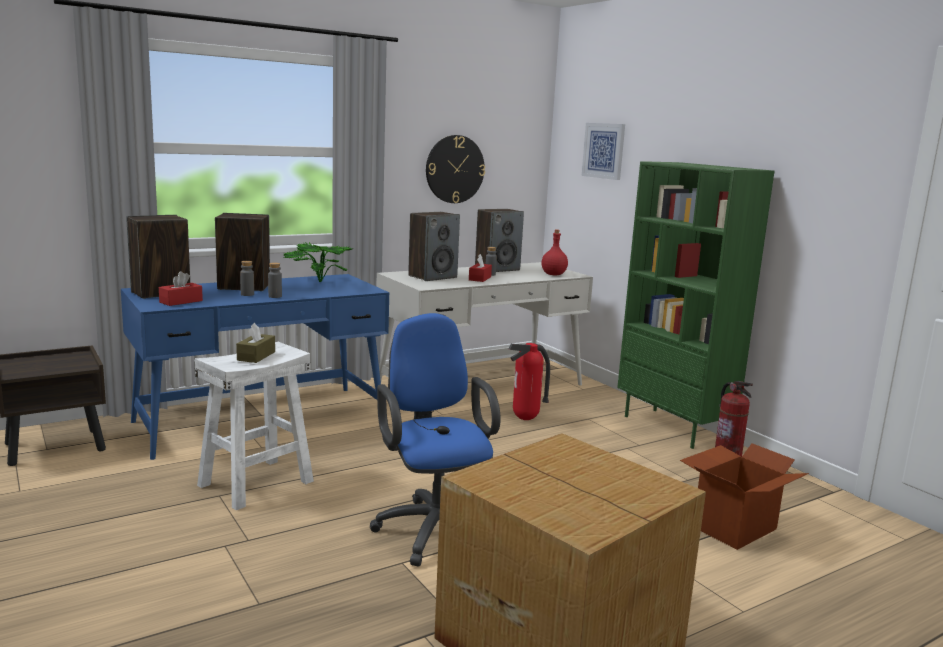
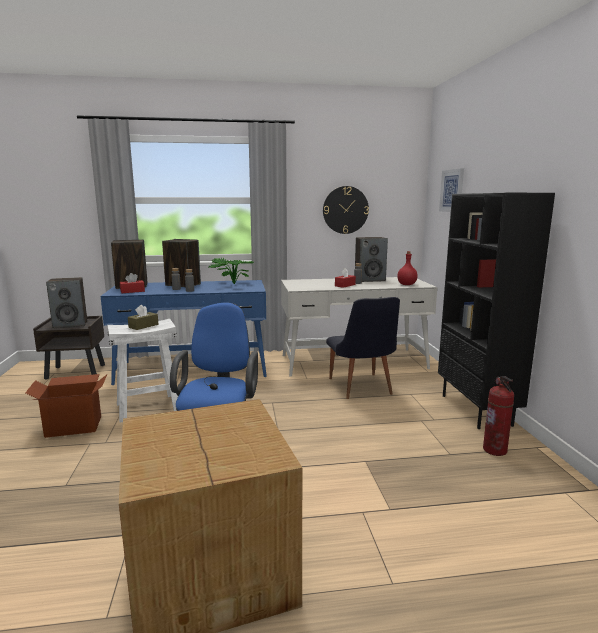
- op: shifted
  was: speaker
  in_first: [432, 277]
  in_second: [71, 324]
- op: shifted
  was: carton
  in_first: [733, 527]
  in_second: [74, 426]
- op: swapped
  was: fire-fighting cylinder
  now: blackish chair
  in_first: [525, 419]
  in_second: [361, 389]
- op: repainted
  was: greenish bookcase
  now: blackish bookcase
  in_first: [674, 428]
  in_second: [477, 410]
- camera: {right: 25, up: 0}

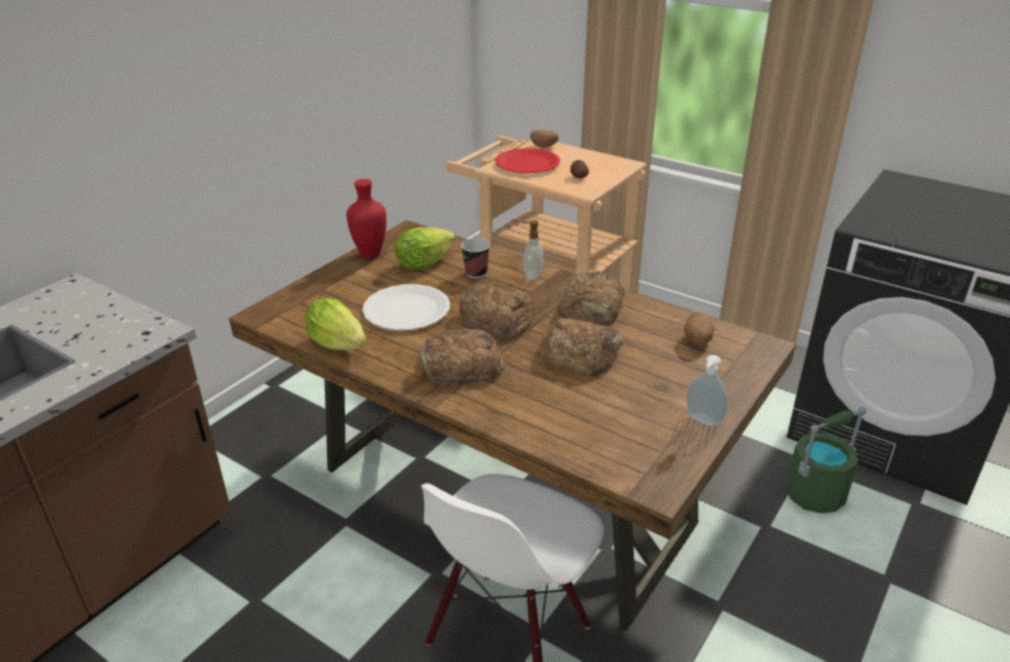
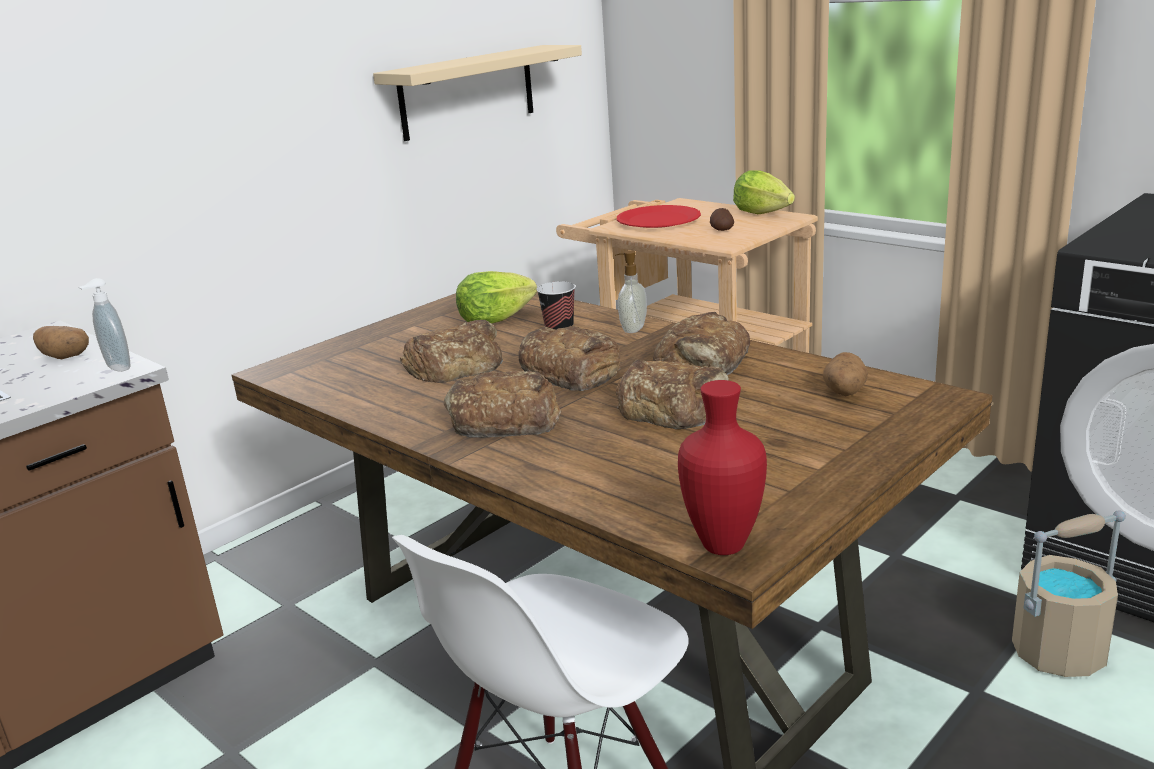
- op: new
  now: beige-coloured shelf
  in_second: [467, 92]
- op: shifted
  was: lettuce head
  in_first: [338, 344]
  in_second: [762, 213]
- op: shifted
  was: red decorative vase
  in_first: [371, 255]
  in_second: [726, 546]
- op: shifted
  was: spud
  in_first: [544, 146]
  in_second: [67, 357]
- op: shifted
  was: soap dispenser
  in_first: [702, 421]
  in_second: [116, 368]
- op: swapped
  was: white flat dish
  now: bakery bread
  in_first: [406, 310]
  in_second: [455, 364]
- op: repainted
  was: greenish water bucket
  now: beige-coloured water bucket
  in_first: [814, 495]
  in_second: [1058, 653]
- camera: {right: 10, up: -10}

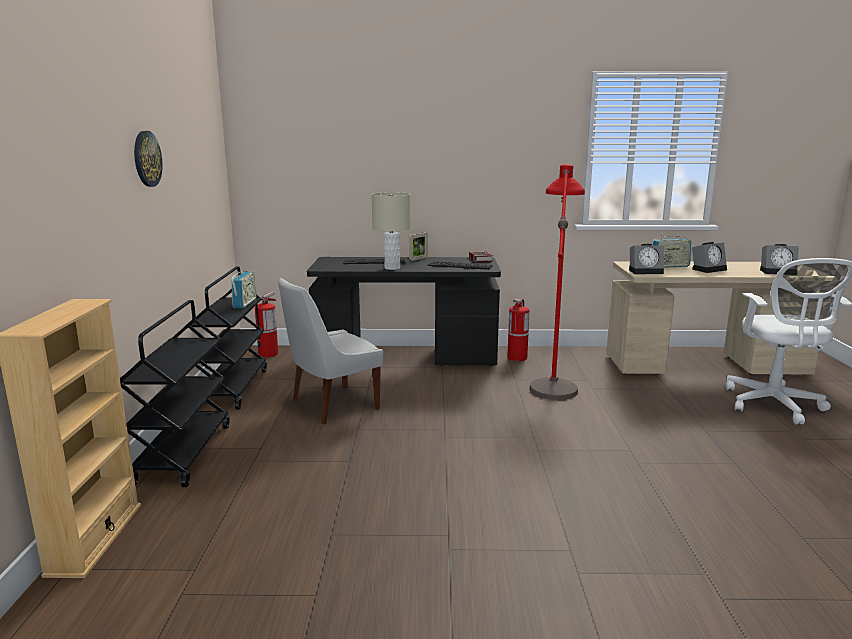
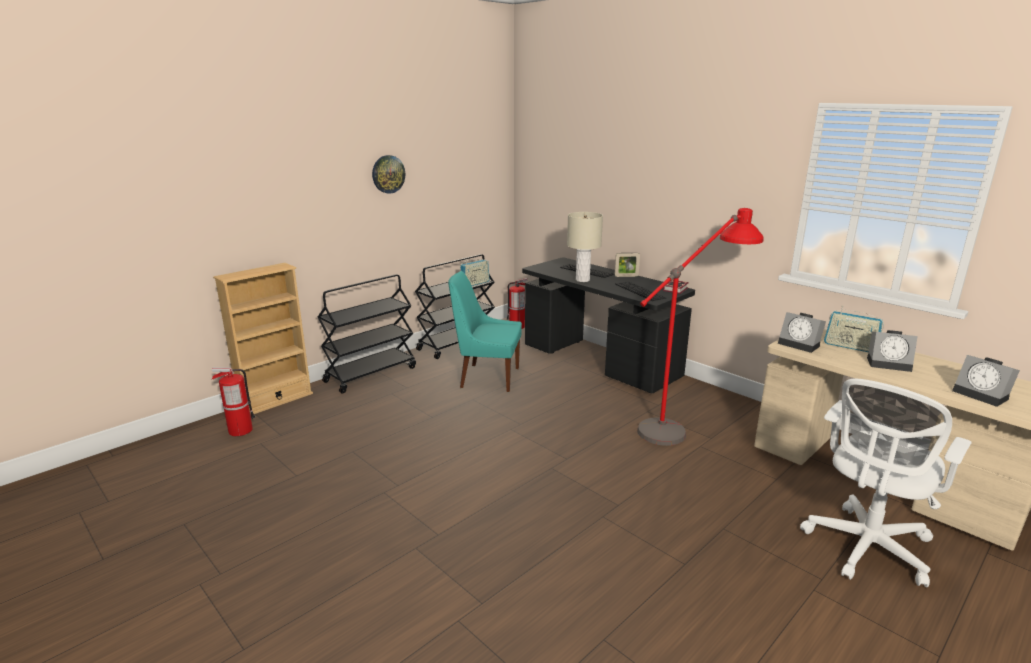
- op: shifted
  was: fire-fighting cylinder
  in_first: [517, 358]
  in_second: [240, 430]
- op: repainted
  was: white chair
  now: blue-green chair
  in_first: [331, 405]
  in_second: [487, 377]
- camera: {right: 45, up: 5}

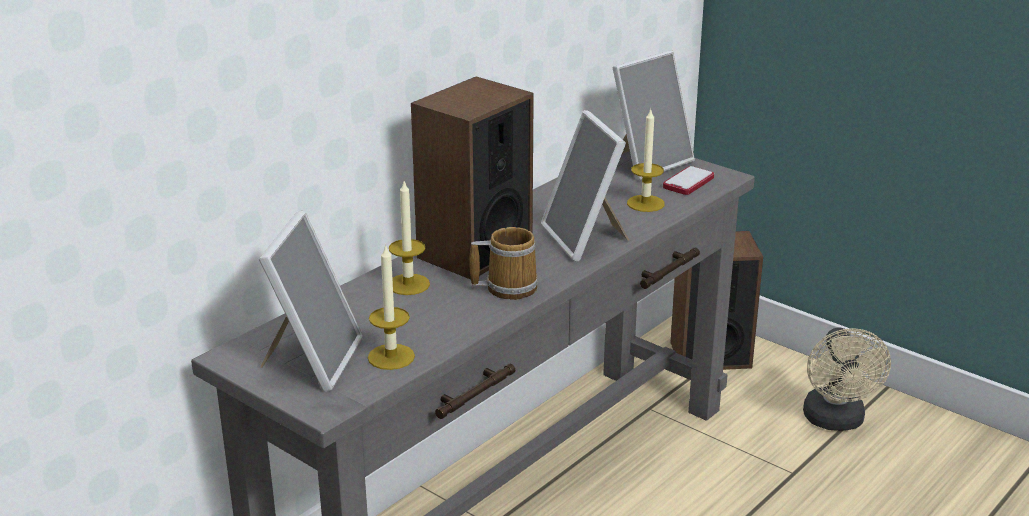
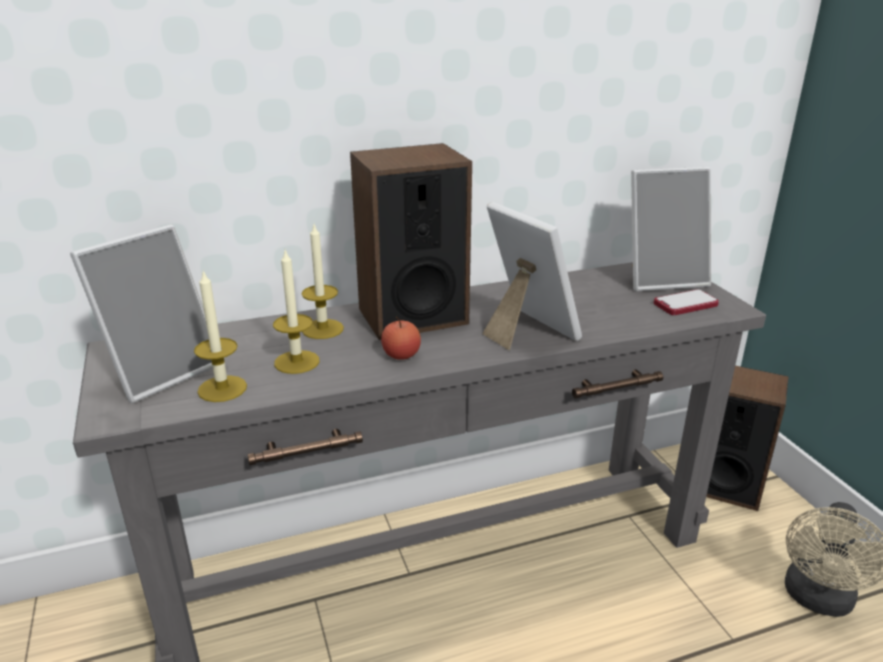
- op: shifted
  was: wax candle
  in_first: [645, 203]
  in_second: [297, 362]
- op: swapped
  was: tea mug
  now: whole apple
  in_first: [508, 287]
  in_second: [401, 355]
- op: rotated
  was: photo frame
  in_first: [586, 239]
  in_second: [525, 331]
  clockwise: 135
- camera: {right: 30, up: 0}

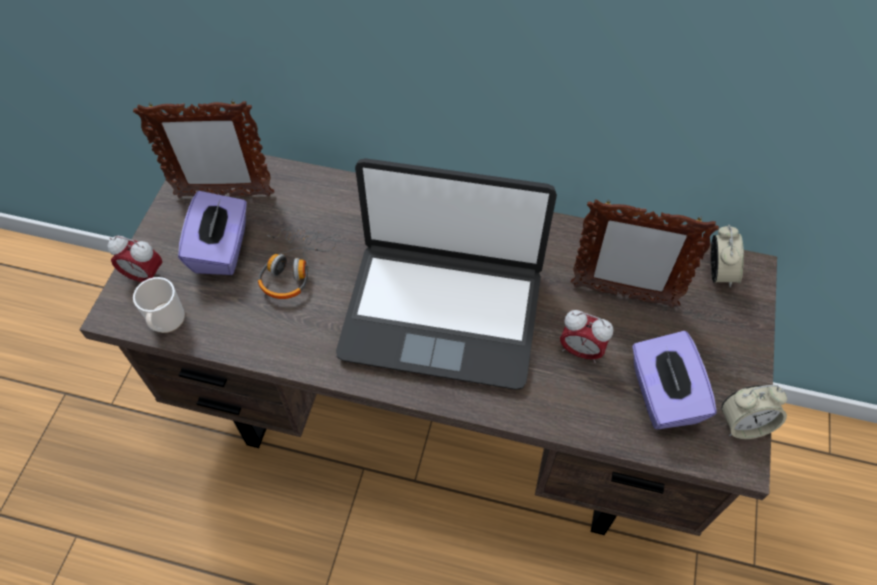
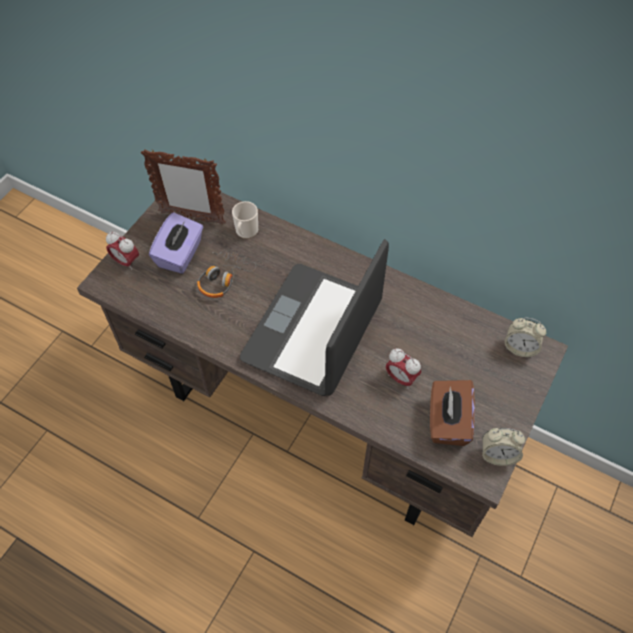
- op: gone
  was: photo frame
  in_first: [622, 295]
- op: shifted
  was: tea mug
  in_first: [166, 322]
  in_second: [246, 232]
- op: repainted
  was: purple-coloured tissue box
  now: brownish tissue box
  in_first: [662, 395]
  in_second: [447, 421]
- op: rotated
  was: notebook computer
  in_first: [442, 312]
  in_second: [314, 330]
  clockwise: 90
- op: rotated
  was: table clock
  in_first: [719, 272]
  in_second: [520, 347]
  clockwise: 90
- camera: {right: 15, up: 0}

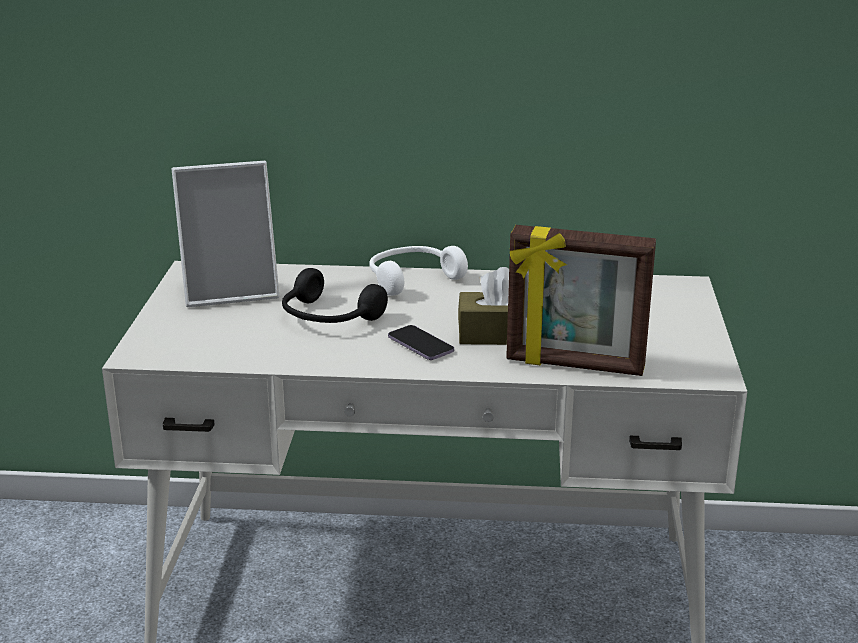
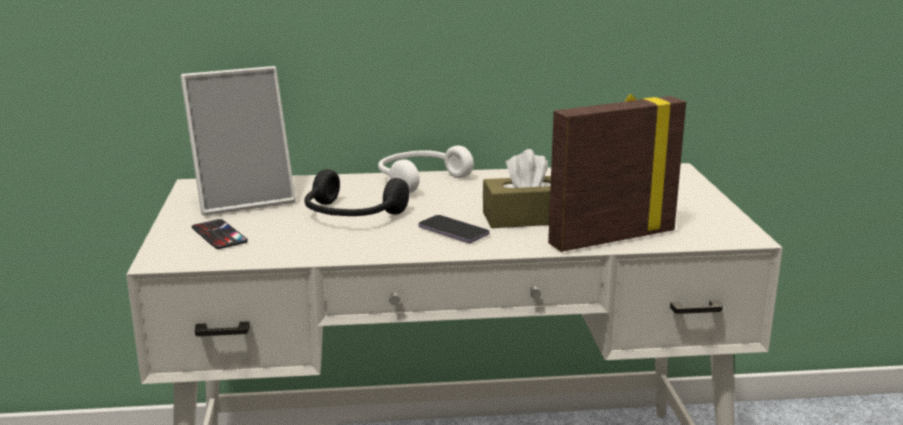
- op: new
  now: phone
  in_second: [219, 235]
- op: rotated
  was: photo frame
  in_first: [574, 365]
  in_second: [610, 238]
  clockwise: 150
- camera: {right: -10, up: -5}

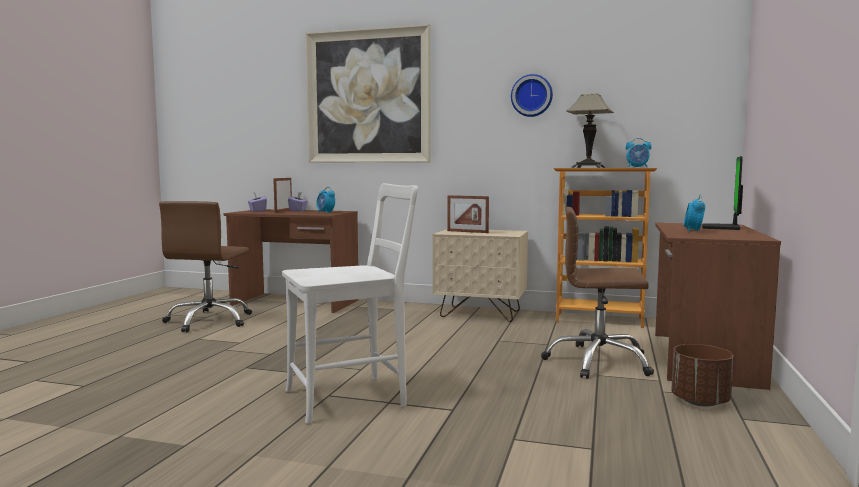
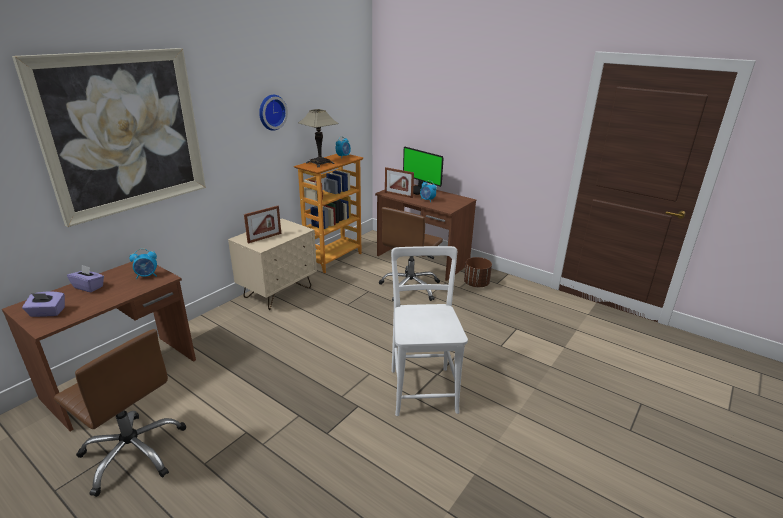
- op: shifted
  was: photo frame
  in_first: [283, 211]
  in_second: [398, 195]
- camera: {right: -70, up: 20}

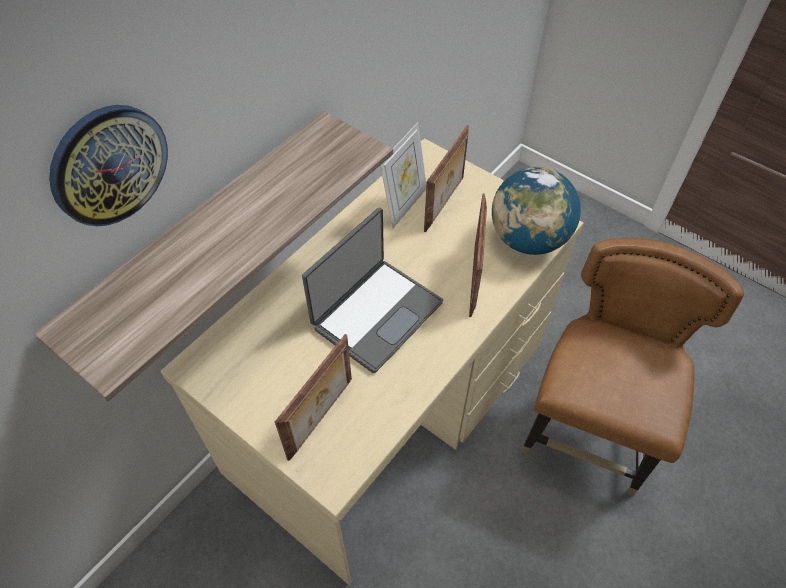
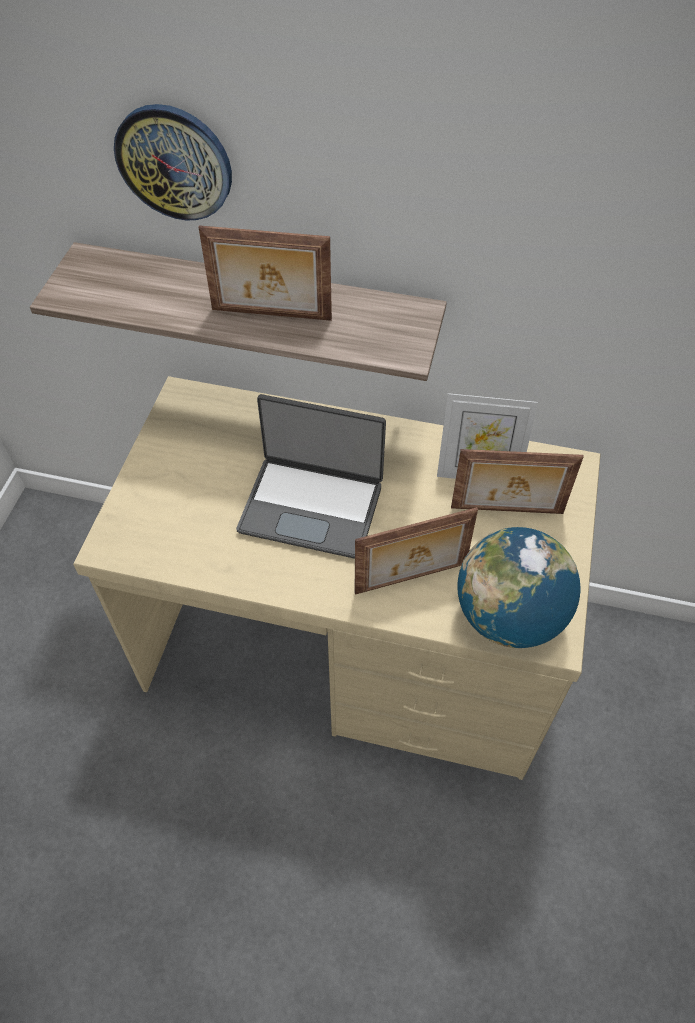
- op: gone
  was: brownish chair
  in_first: [588, 433]
- op: shifted
  was: photo frame
  in_first: [322, 418]
  in_second: [271, 315]
- camera: {right: 65, up: 0}

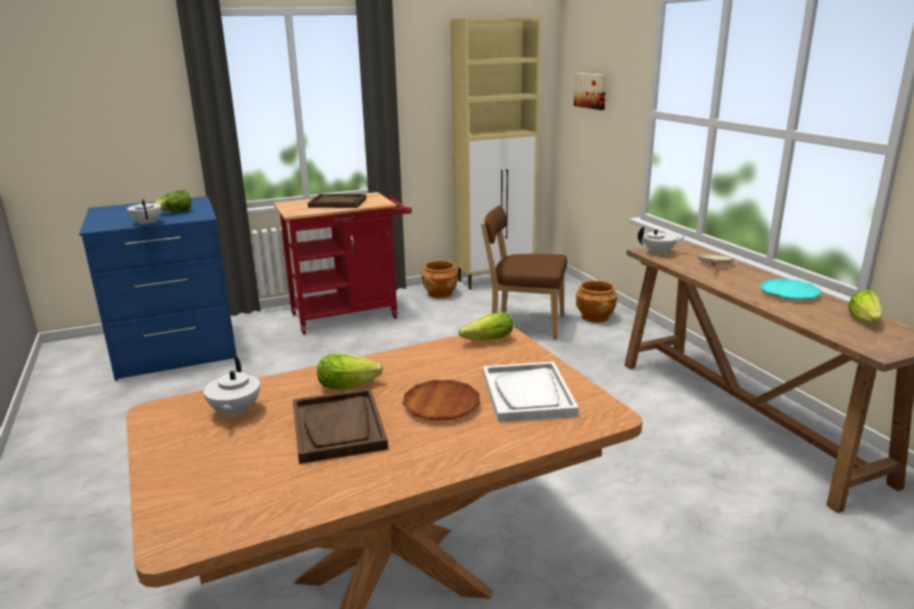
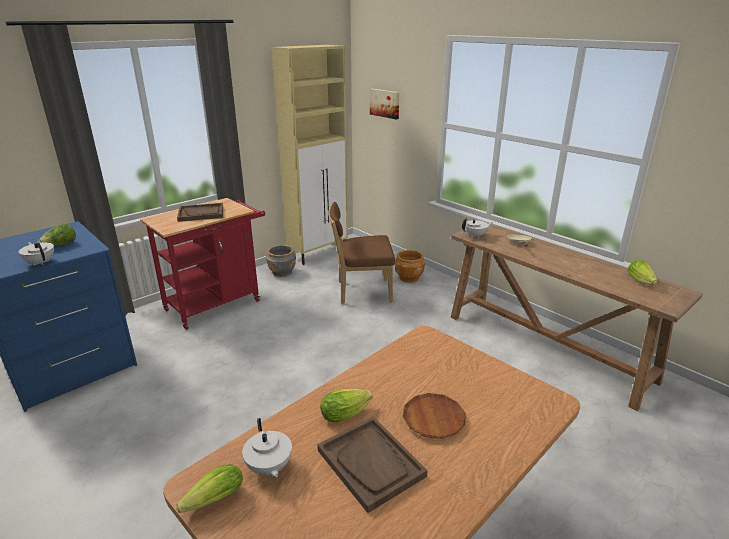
- op: gone
  was: white carrying tray
  in_first: [528, 394]
- op: gone
  was: blue-green flat dish
  in_first: [789, 293]
- op: shifted
  was: lettuce head
  in_first: [485, 341]
  in_second: [211, 501]
- op: repainted
  was: brownish planter
  now: grey planter
  in_first: [440, 294]
  in_second: [282, 272]
- camera: {right: -20, up: 5}

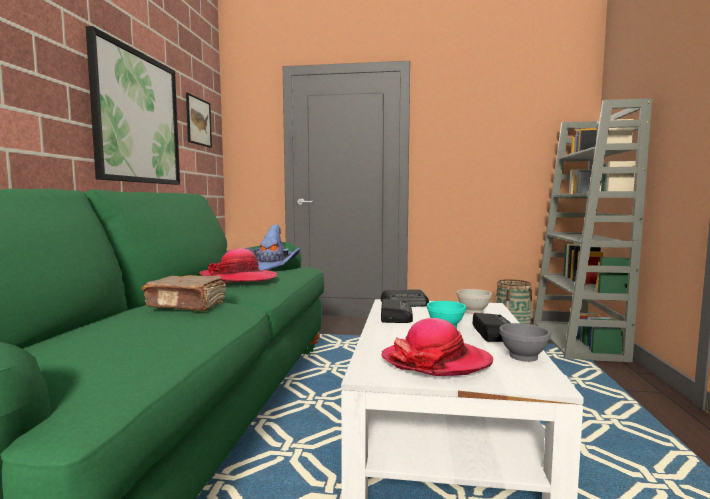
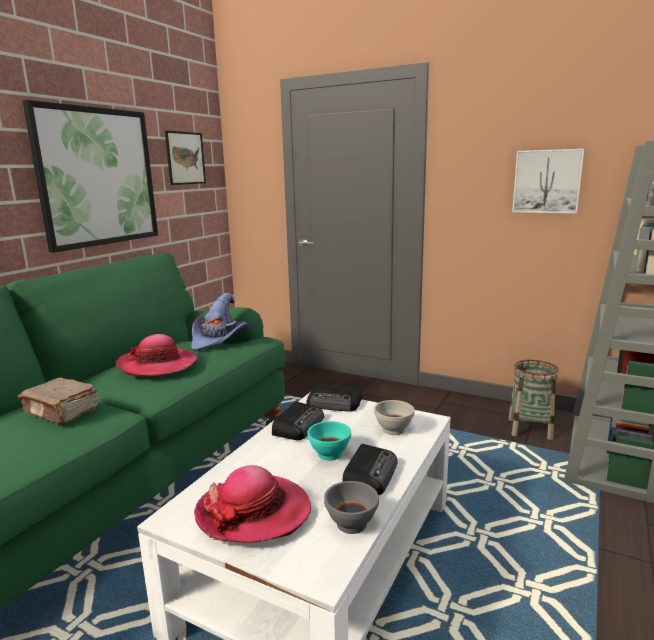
- op: new
  now: picture
  in_second: [547, 181]
- camera: {right: 20, up: 10}

